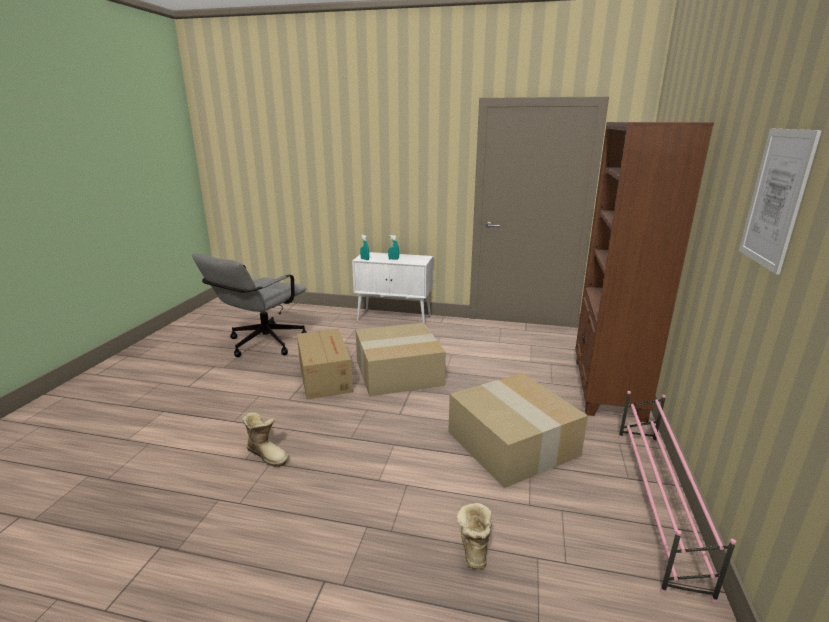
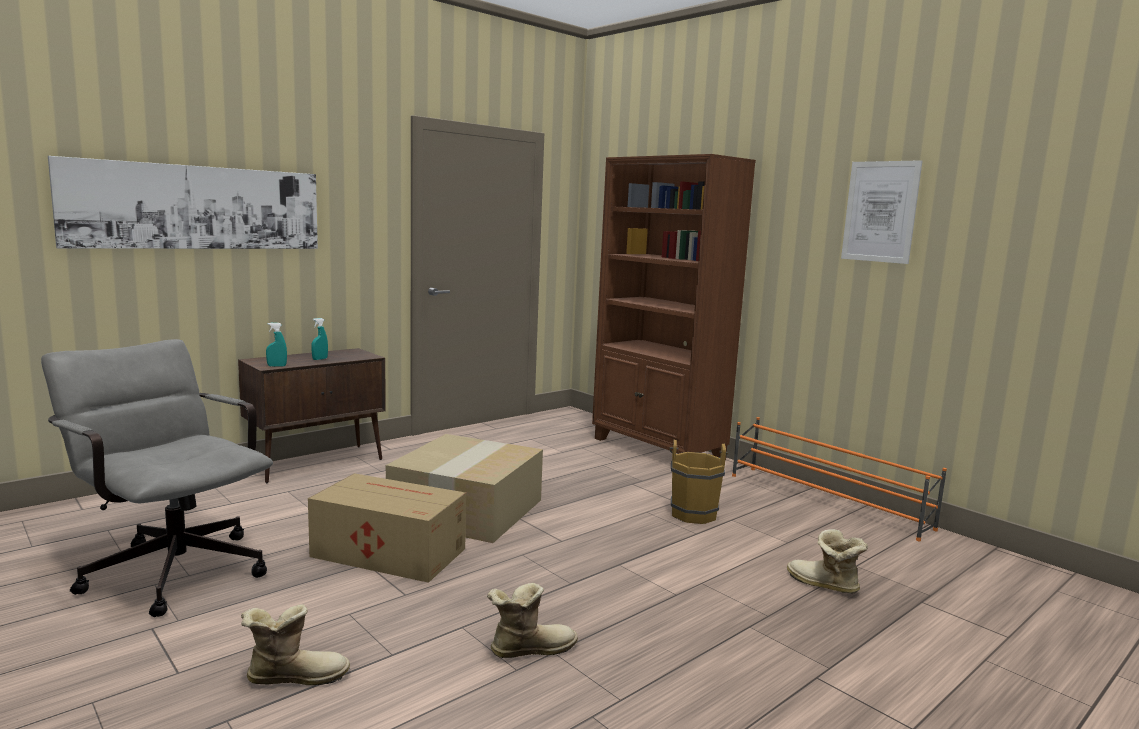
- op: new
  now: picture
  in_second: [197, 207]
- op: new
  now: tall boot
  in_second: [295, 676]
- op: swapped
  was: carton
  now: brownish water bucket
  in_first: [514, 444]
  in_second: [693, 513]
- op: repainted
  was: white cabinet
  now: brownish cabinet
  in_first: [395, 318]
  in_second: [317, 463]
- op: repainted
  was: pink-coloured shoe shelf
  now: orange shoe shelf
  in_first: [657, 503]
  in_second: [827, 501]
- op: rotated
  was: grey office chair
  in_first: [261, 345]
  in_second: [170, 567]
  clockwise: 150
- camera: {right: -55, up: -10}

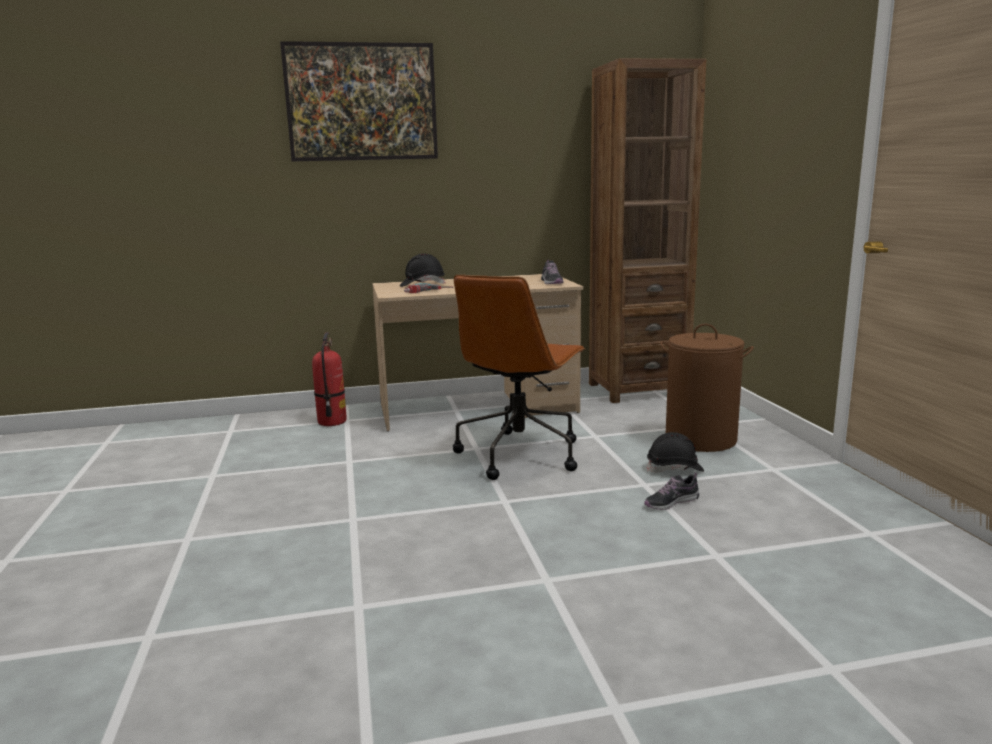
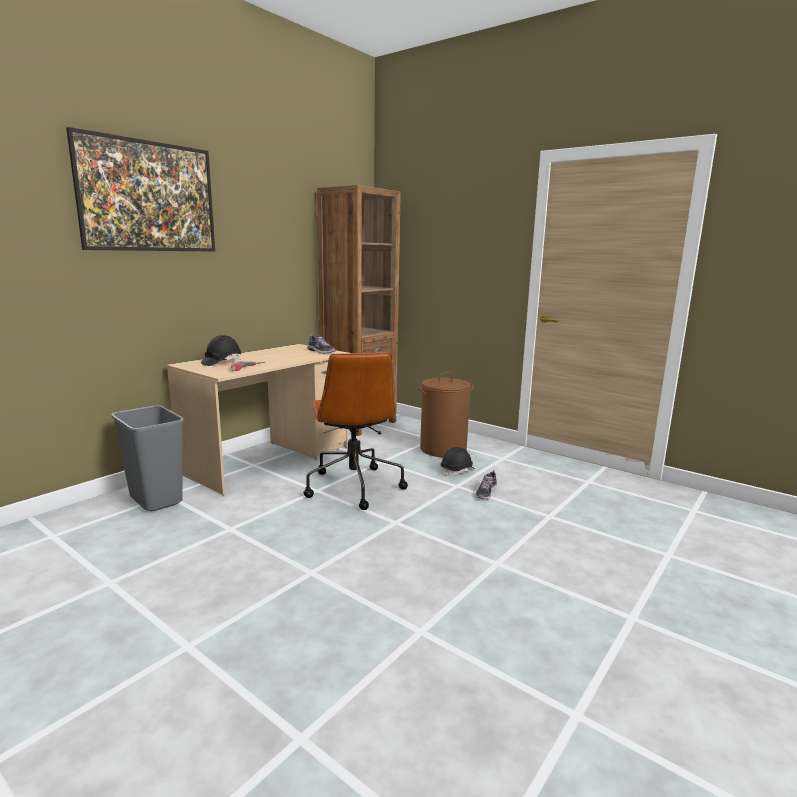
- op: swapped
  was: fire-fighting cylinder
  now: grey rubbish bin
  in_first: [331, 422]
  in_second: [155, 500]
- camera: {right: -40, up: 0}

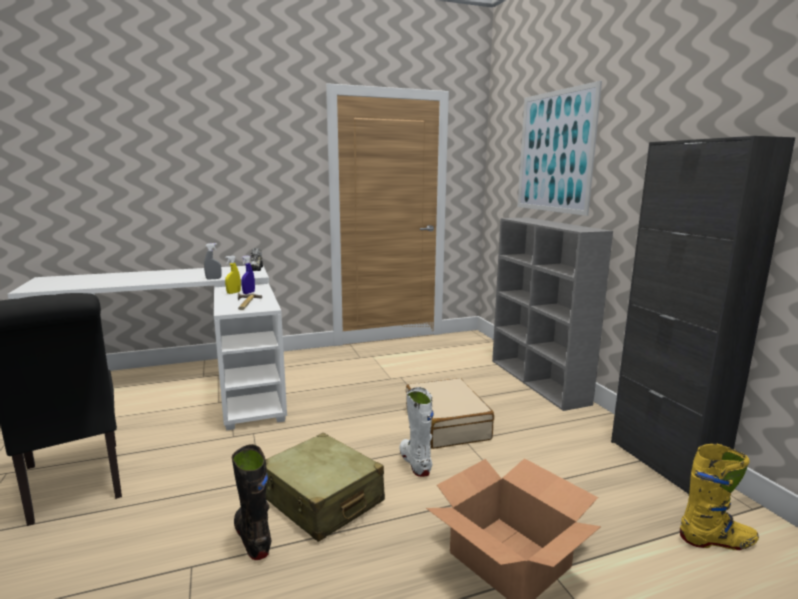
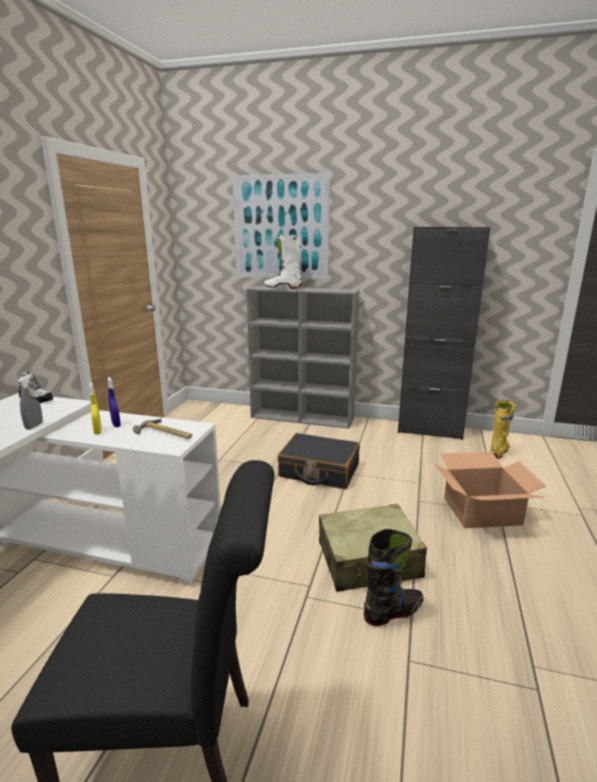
- op: shifted
  was: white tall boot
  in_first: [415, 462]
  in_second: [282, 288]
- op: repainted
  was: beige-coloured piece of luggage
  now: blackish piece of luggage
  in_first: [446, 424]
  in_second: [319, 471]
- op: rotated
  was: blackish tall boot
  in_first: [253, 538]
  in_second: [393, 612]
  clockwise: 150
- camera: {right: -55, up: 5}

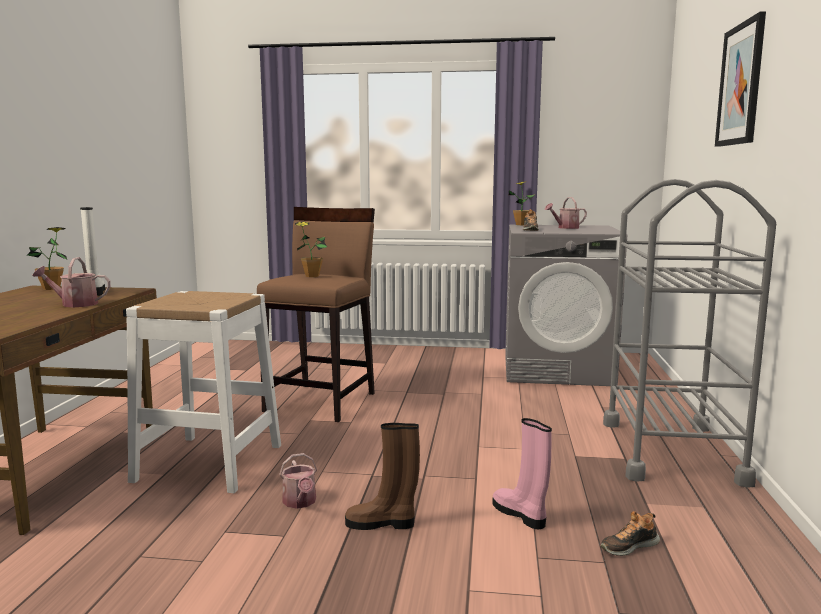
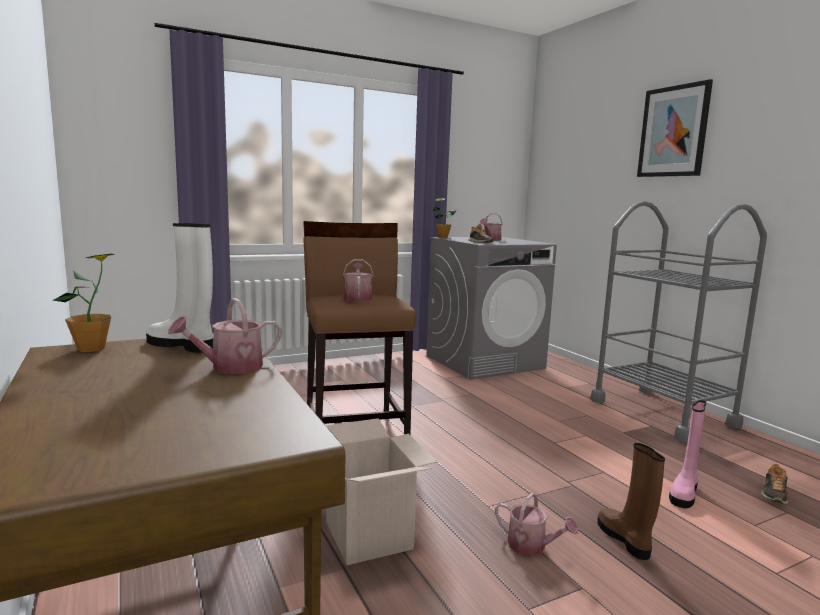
- op: swapped
  was: white stool seat
  now: carton
  in_first: [209, 462]
  in_second: [368, 535]
- op: swapped
  was: potted plant
  now: watering can
  in_first: [312, 276]
  in_second: [357, 298]
- op: rotated
  was: brownish tall boot
  in_first: [382, 523]
  in_second: [625, 540]
  clockwise: 105
- op: rotated
  was: pink-coloured tall boot
  in_first: [520, 515]
  in_second: [684, 493]
  clockwise: -75
- camera: {right: -35, up: 0}

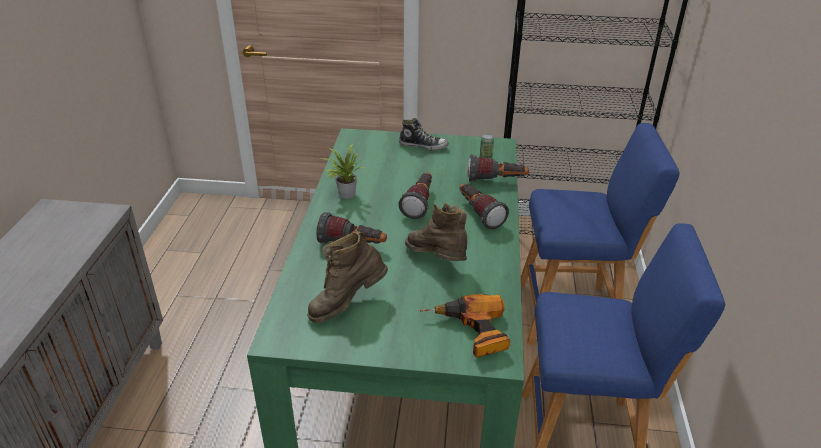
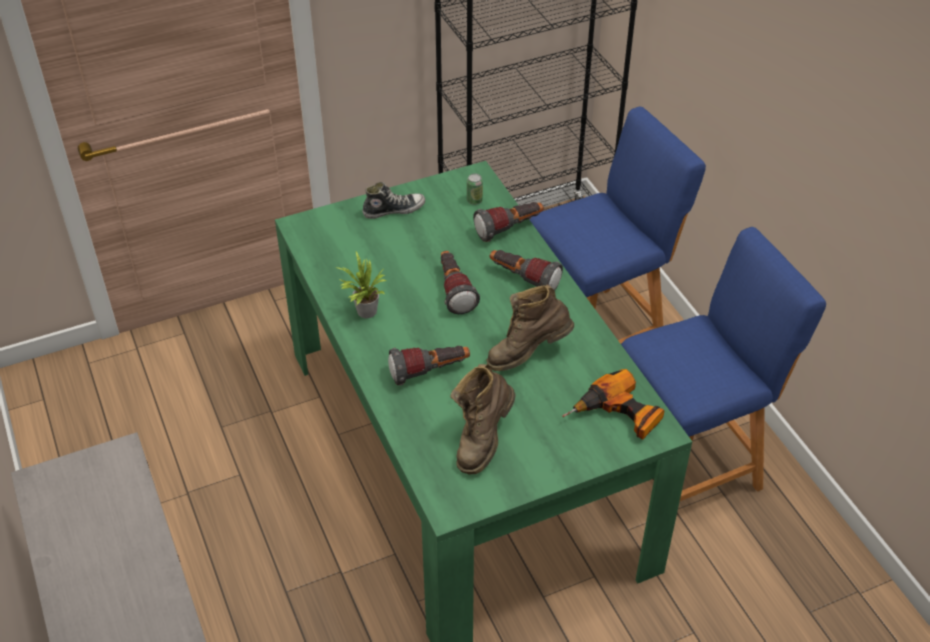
- op: rotated
  was: brownish tall boot
  in_first: [437, 261]
  in_second: [527, 354]
  clockwise: -45
- camera: {right: -30, up: 10}

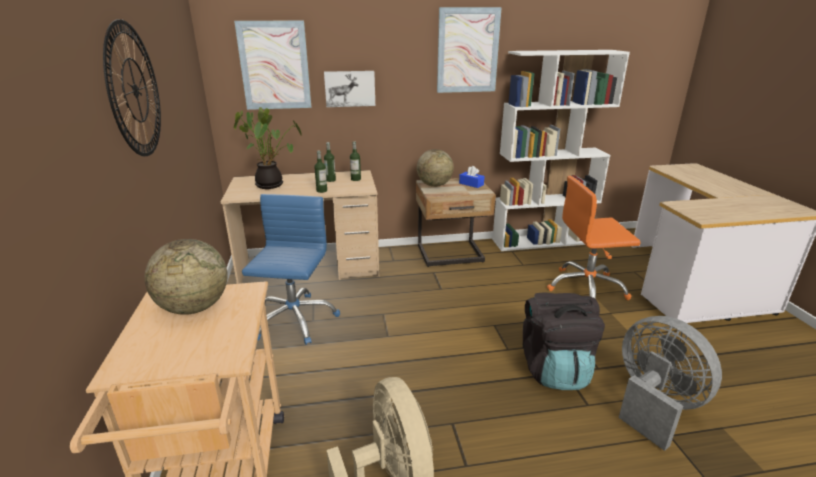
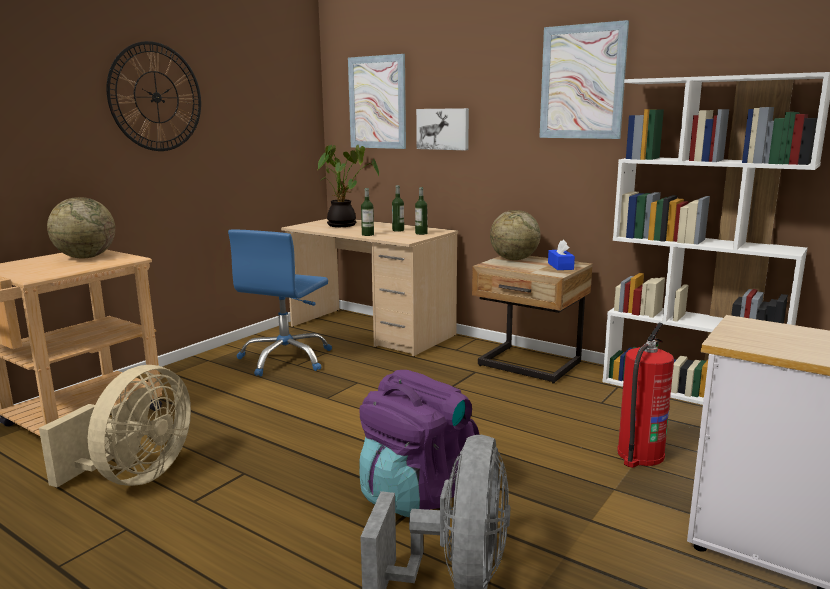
- op: swapped
  was: orange office chair
  now: fire-fighting cylinder
  in_first: [586, 288]
  in_second: [639, 455]
- op: repainted
  was: blackish rucksack
  now: purple-coloured rucksack
  in_first: [554, 369]
  in_second: [416, 493]
- op: rotated
  was: blue office chair
  in_first: [294, 319]
  in_second: [286, 359]
  clockwise: 150
- camera: {right: 45, up: -10}

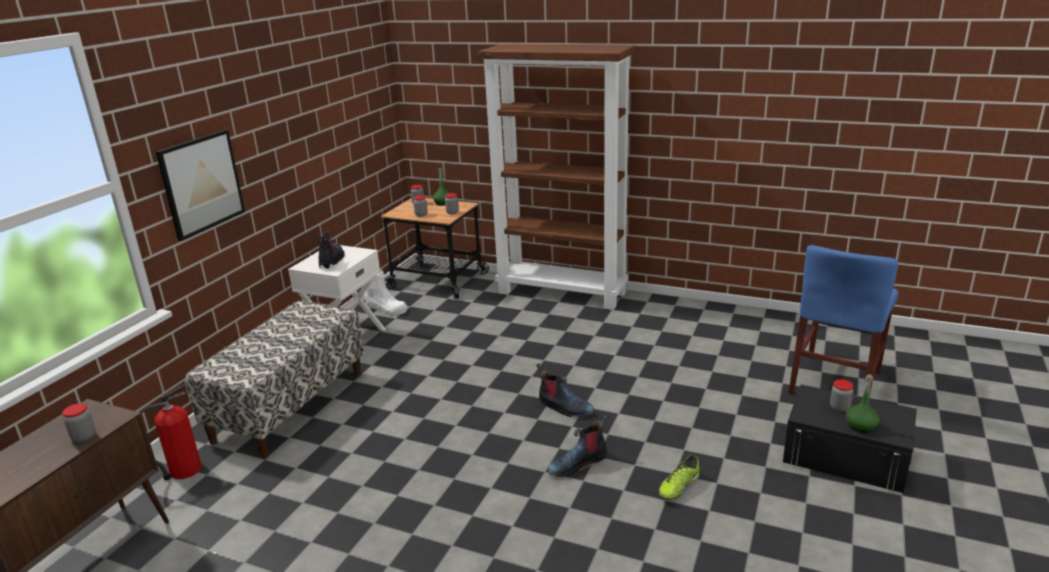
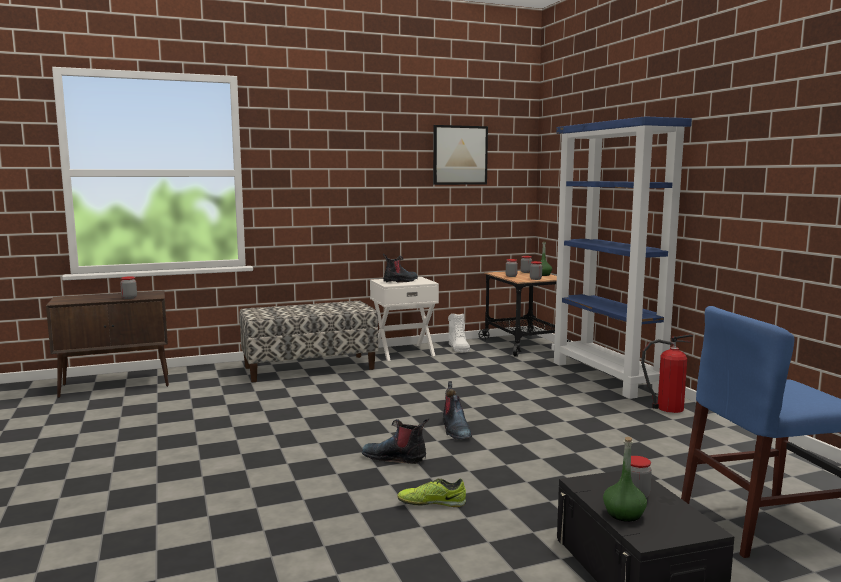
- op: shifted
  was: fire-fighting cylinder
  in_first: [182, 471]
  in_second: [667, 408]
- op: shifted
  was: picture
  in_first: [201, 183]
  in_second: [460, 155]
- op: repainted
  was: brownish bookcase
  now: blue bookcase
  in_first: [563, 292]
  in_second: [607, 377]
- camera: {right: 45, up: -15}

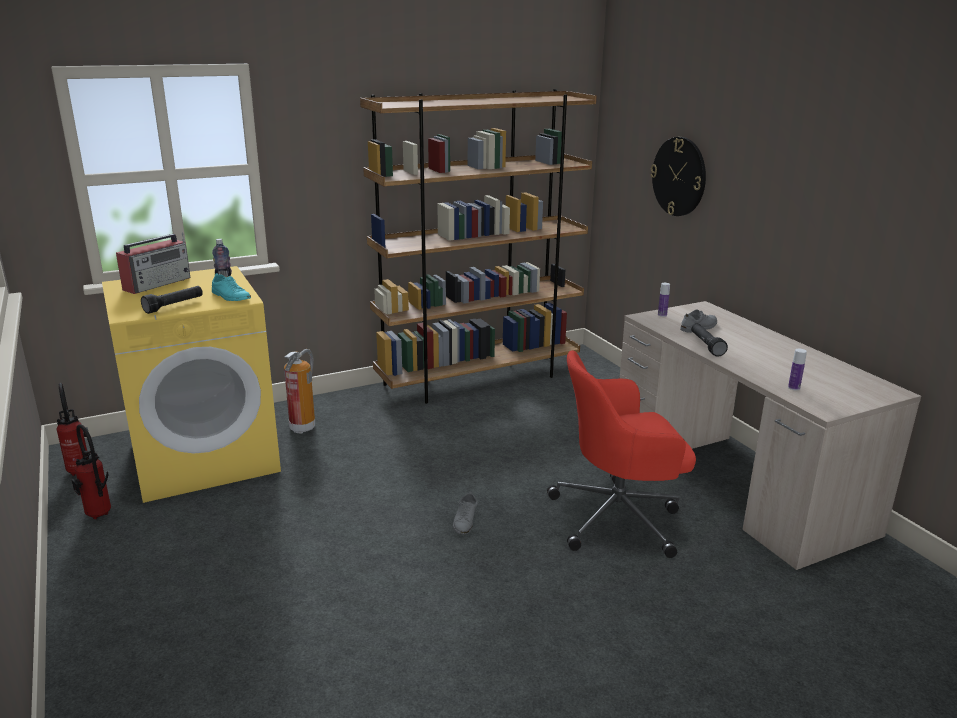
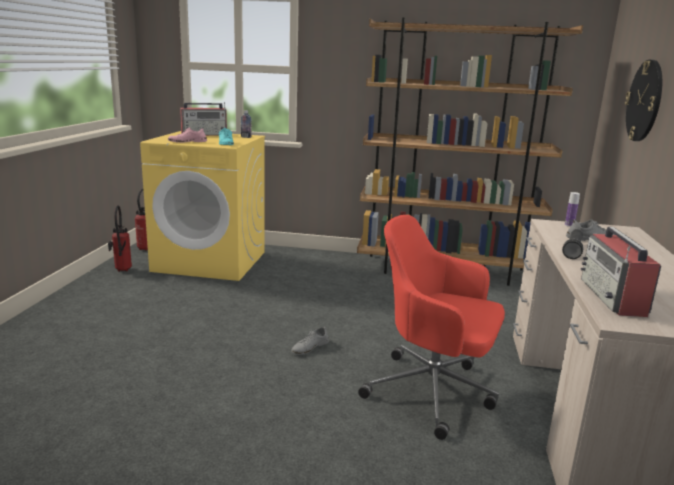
- op: gone
  was: fire-fighting cylinder
  in_first: [303, 427]
- op: swapped
  was: blackish hand torch
  now: pink-coloured item of footwear
  in_first: [174, 306]
  in_second: [187, 142]
- op: swapped
  was: bottle
  now: radio set
  in_first: [794, 388]
  in_second: [613, 297]
- camera: {right: 35, up: -5}

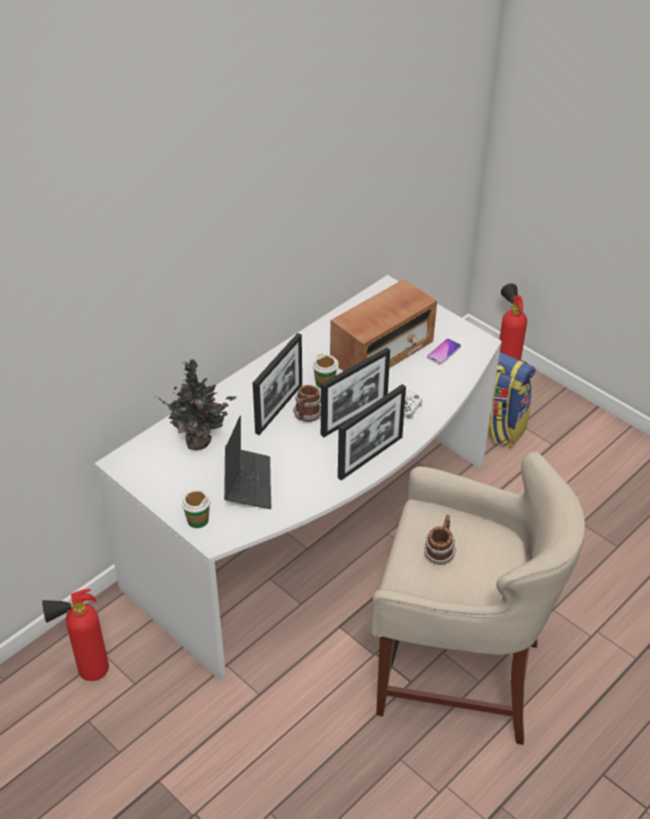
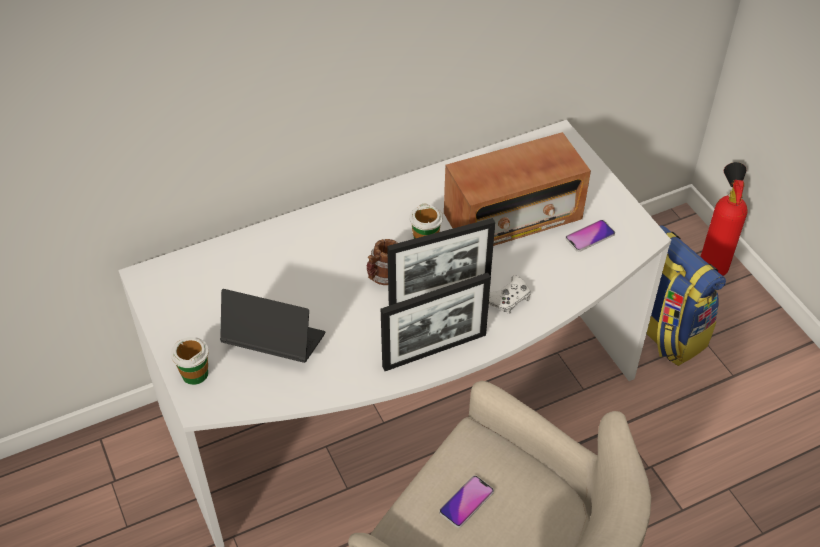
- op: gone
  was: fire-fighting cylinder
  in_first: [86, 672]
- op: gone
  was: potted plant
  in_first: [200, 440]
- op: gone
  was: photo frame
  in_first: [279, 408]
- op: swapped
  was: tea mug
  now: phone
  in_first: [439, 553]
  in_second: [466, 502]
- op: rotated
  was: notebook computer
  in_first: [247, 483]
  in_second: [274, 343]
  clockwise: -90
- camera: {right: 20, up: 5}

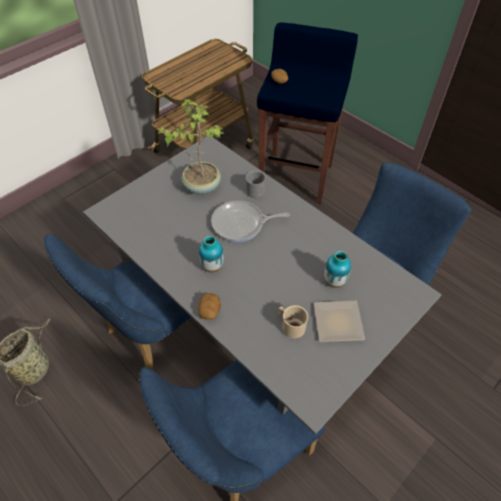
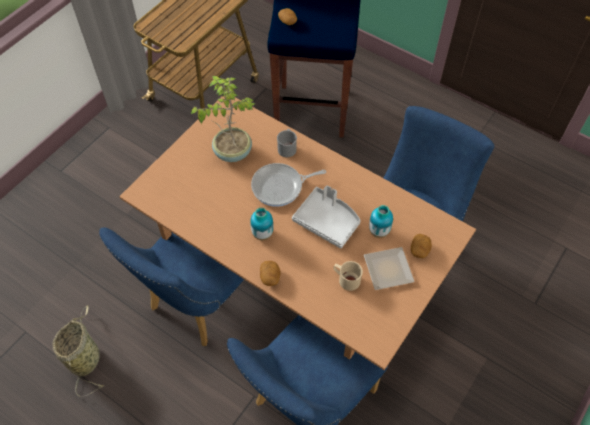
- op: new
  now: grey carrying tray
  in_second: [327, 221]
- op: new
  now: spud
  in_second: [419, 250]
- op: repainted
  was: grey dining table
  now: brownish dining table
  in_first: [248, 327]
  in_second: [292, 282]
- camera: {right: -10, up: 5}

